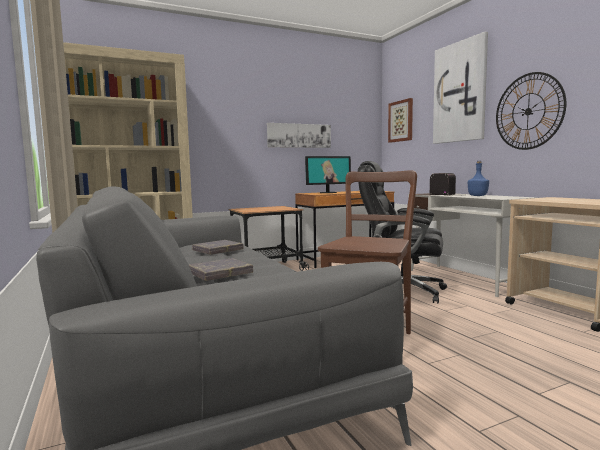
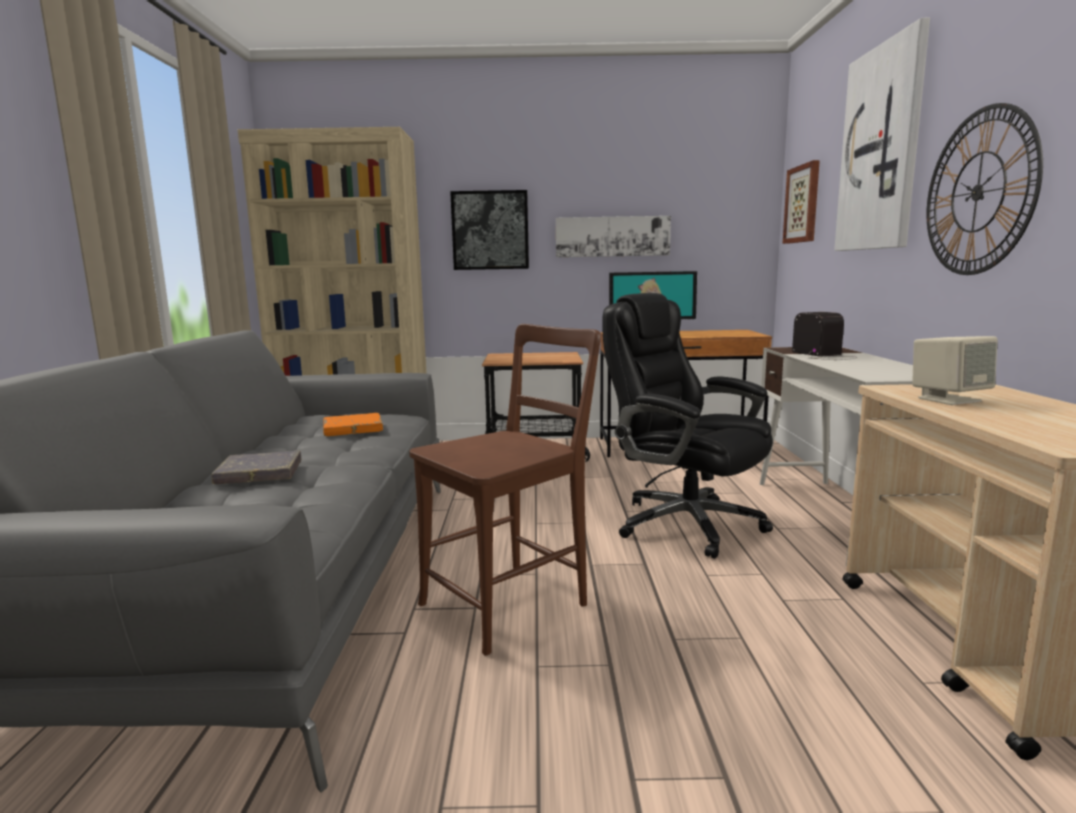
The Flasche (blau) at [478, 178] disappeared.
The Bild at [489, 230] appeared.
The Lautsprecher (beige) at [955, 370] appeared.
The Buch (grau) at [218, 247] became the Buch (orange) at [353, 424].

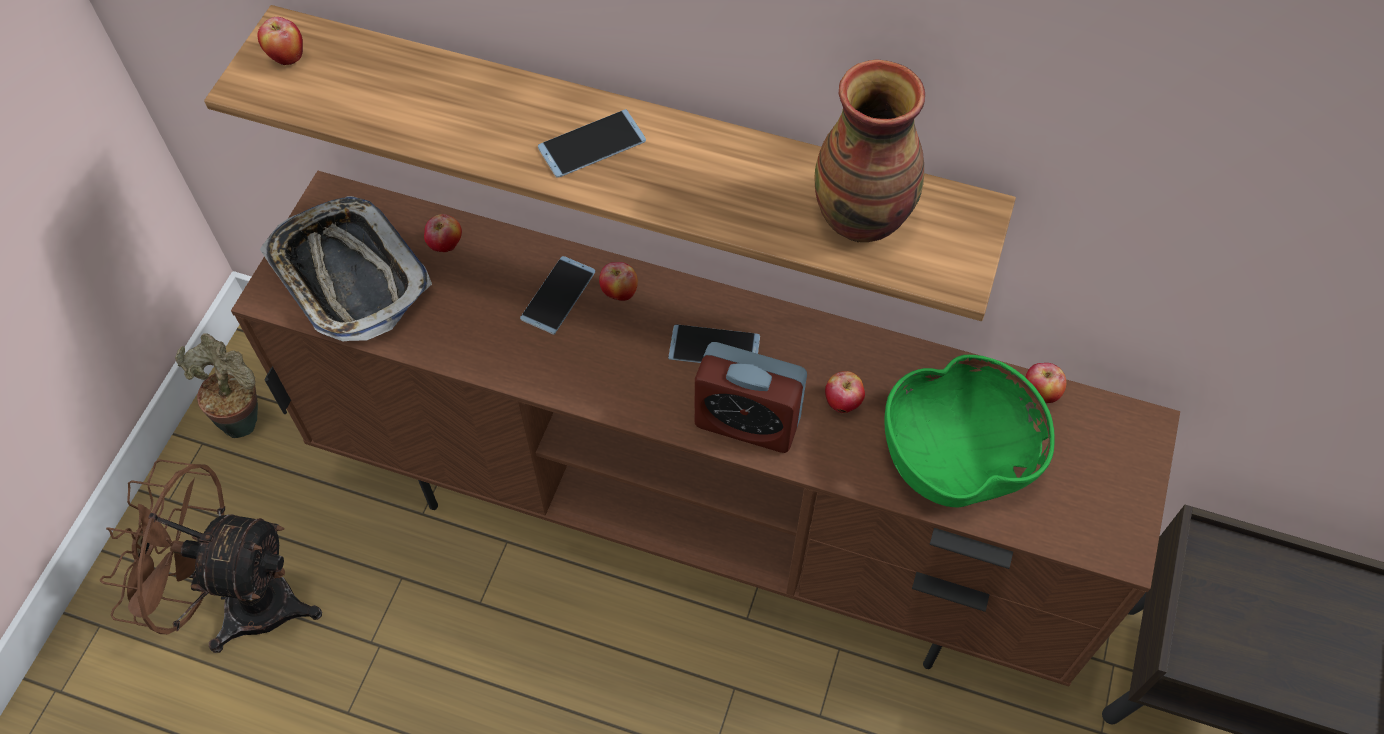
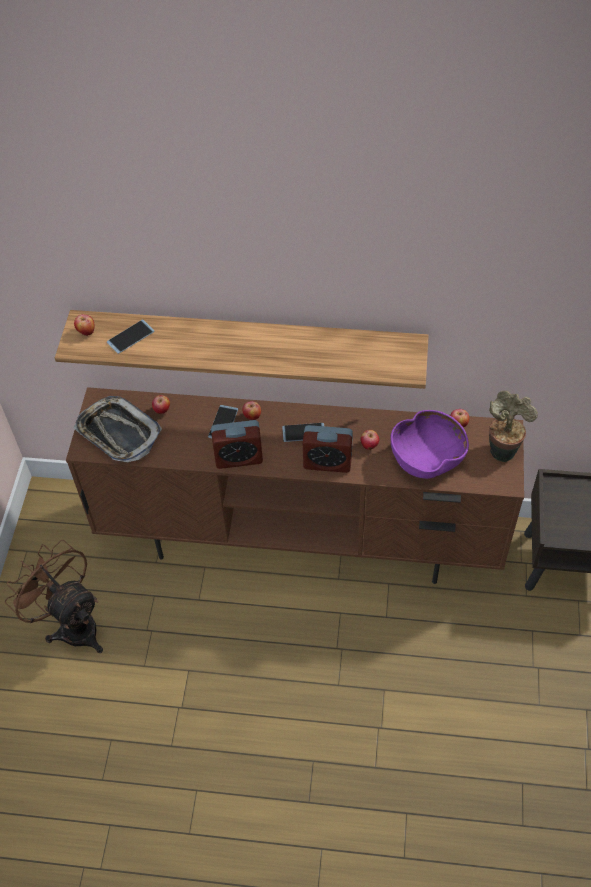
The Vase at [869, 150] disappeared.
The Wecker at [237, 444] appeared.
The Topfpflanze moved from [216, 385] to [513, 426].
The Handy moved from [592, 143] to [130, 336].
The Schüssel (grün) at [969, 431] became the Schüssel (lila) at [429, 444].
The Ventilator (braun) at [211, 556] turned 45 degrees clockwise.

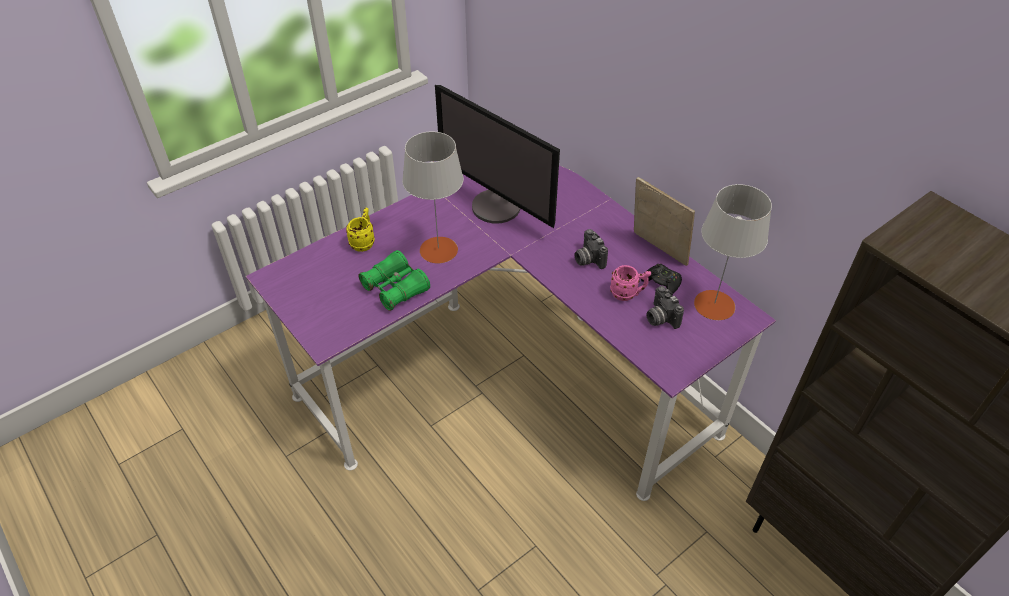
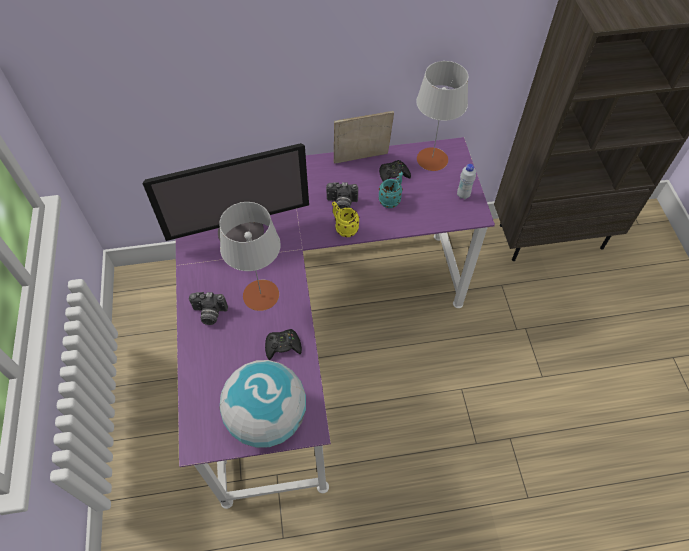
The Globus at [262, 404] appeared.
The Flasche (weiß) at [466, 182] appeared.
The Henkelbecher (gelb) moved from [360, 229] to [345, 219].
The Kamera moved from [665, 307] to [208, 308].
The Fernglas (grün) at [394, 280] was replaced by the Gamepad (schwarz) at [283, 344].
The Henkelbecher (rosa) at [630, 283] became the Henkelbecher (türkis) at [390, 190].

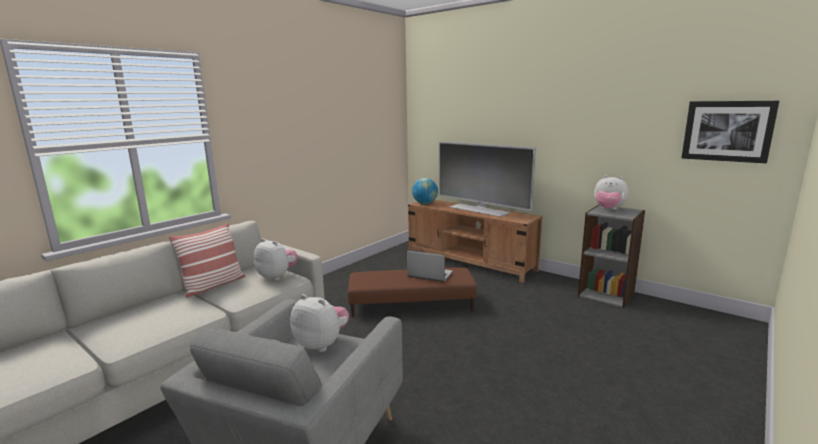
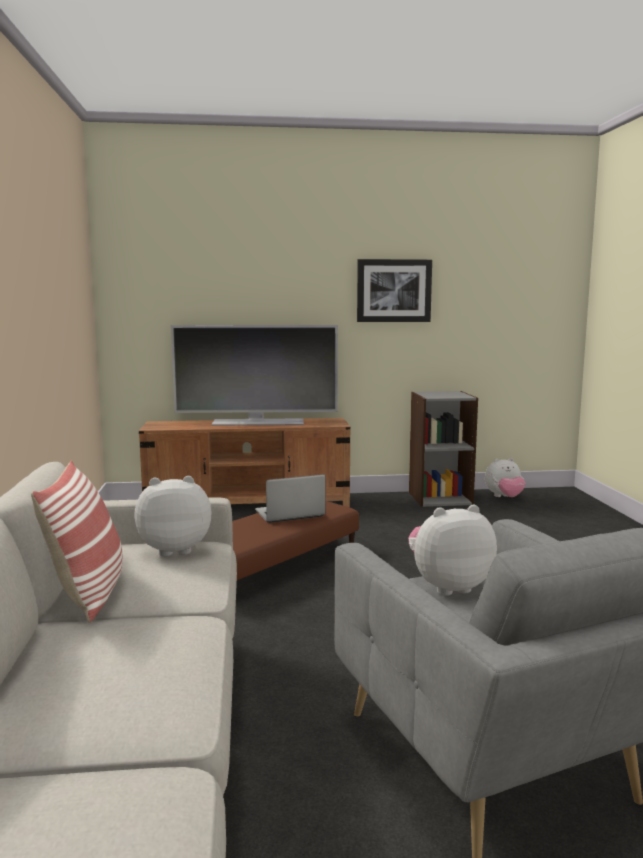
The Globus at [425, 191] disappeared.
The Plüschtier moved from [611, 192] to [505, 477].
The Bild moved from [730, 132] to [394, 290].

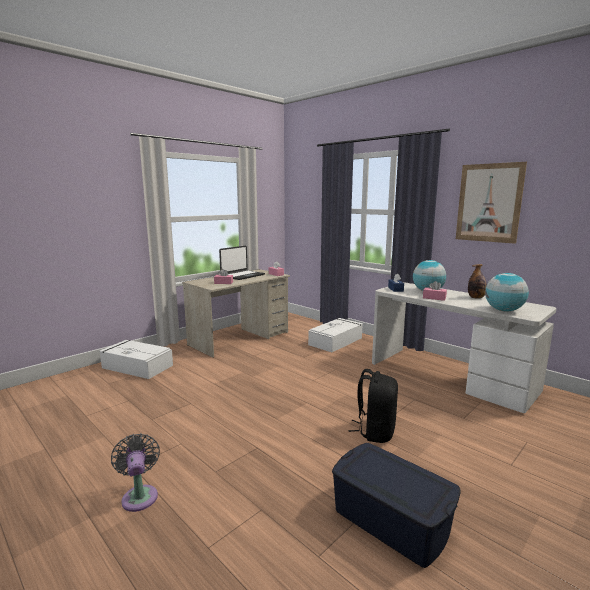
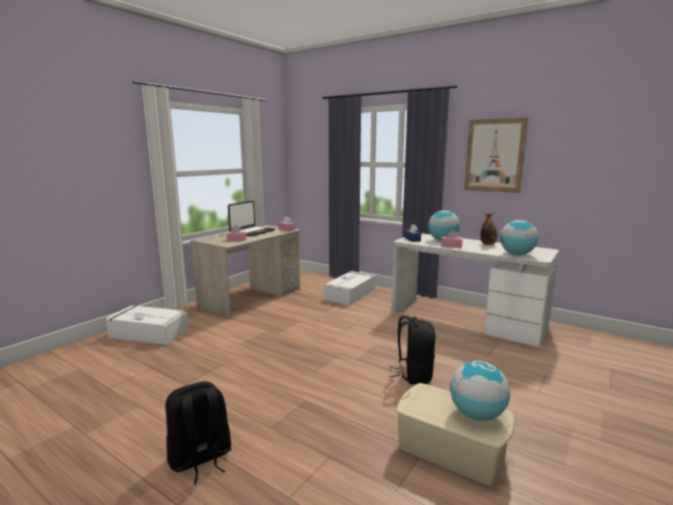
The Globus at [480, 390] appeared.
The Ventilator (grau) at [135, 472] was replaced by the Rucksack (schwarz) at [198, 433].
The Aufbewahrungsbox (blau) at [396, 505] became the Aufbewahrungsbox (beige) at [455, 434].

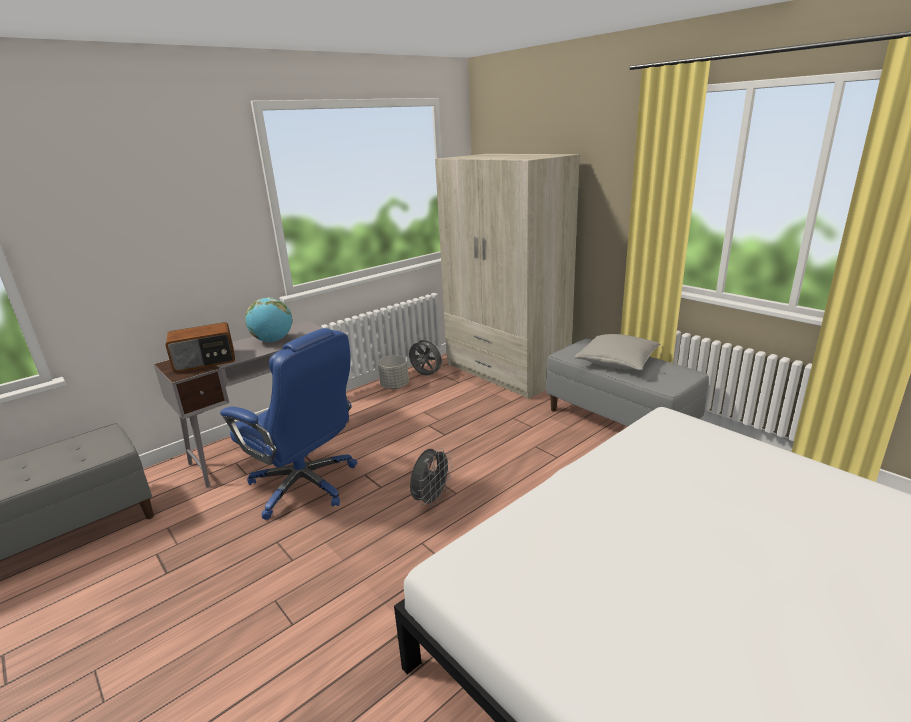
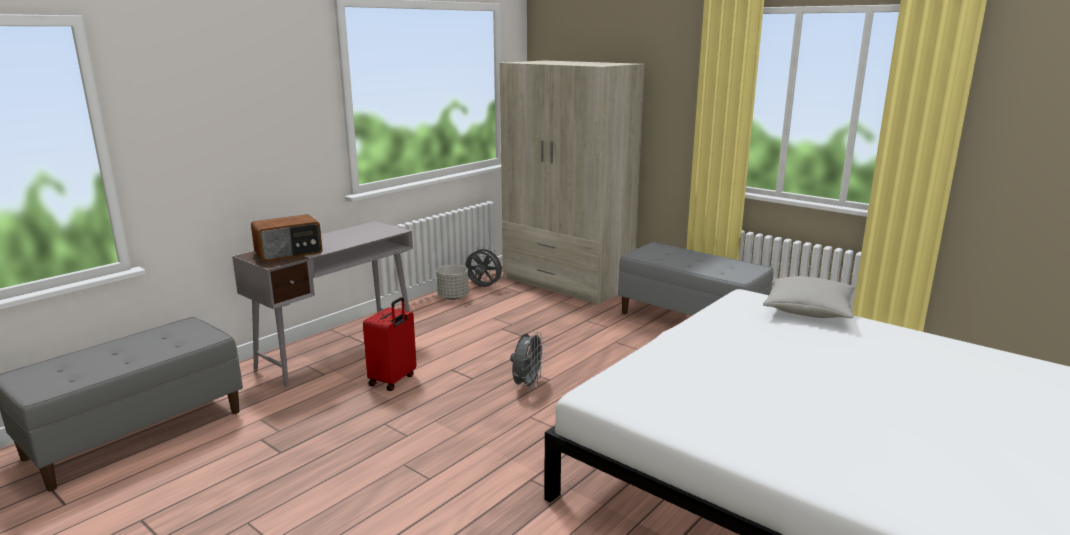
The Globus at [269, 319] disappeared.
The Kissen (grau) moved from [617, 352] to [809, 297].
The Bürostuhl (blau) at [288, 424] was replaced by the Koffer (rot) at [389, 344].

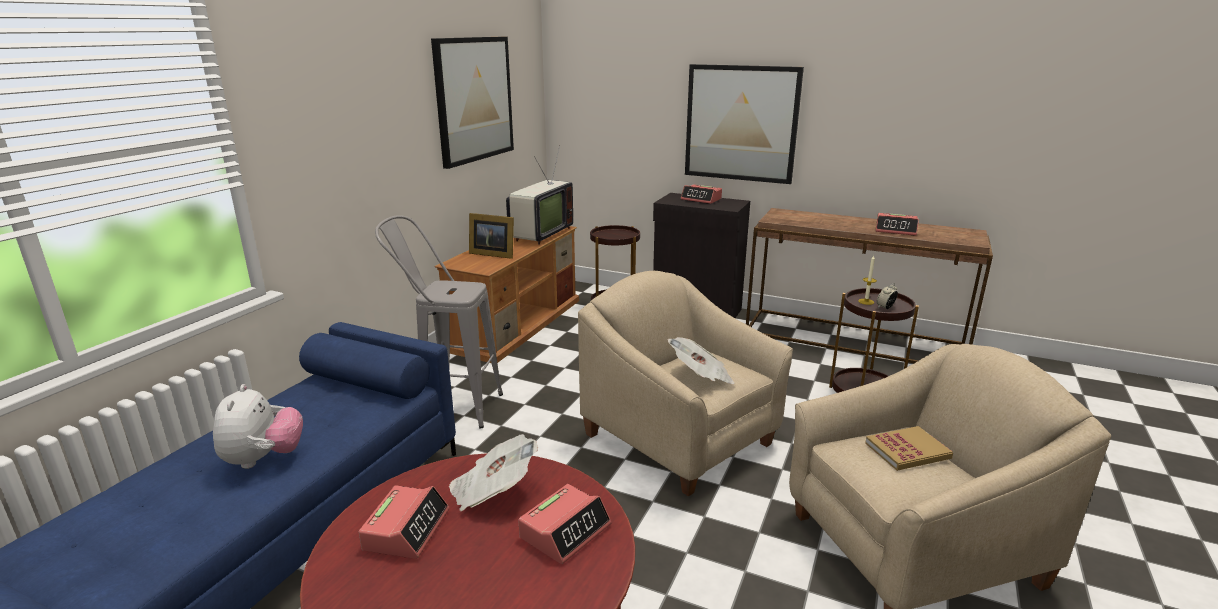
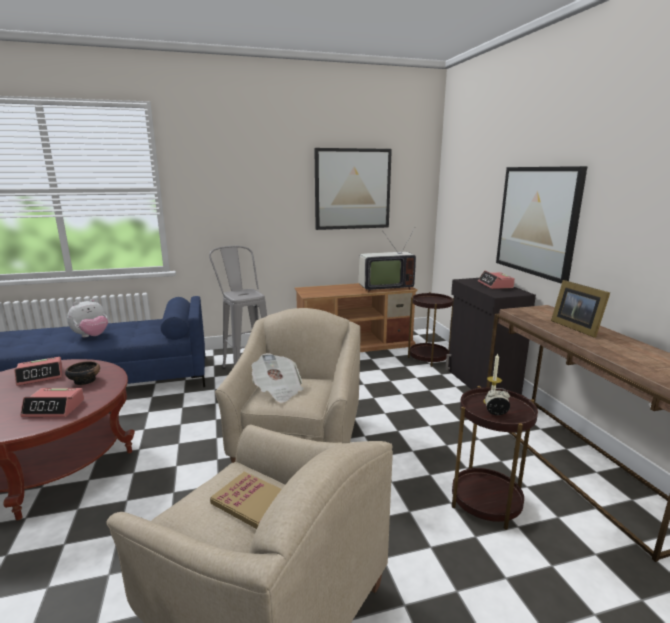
The Wecker at [897, 224] disappeared.
The Bilderrahmen moved from [491, 236] to [580, 309].
The Zeitung at [493, 472] was replaced by the Schüssel at [82, 373].

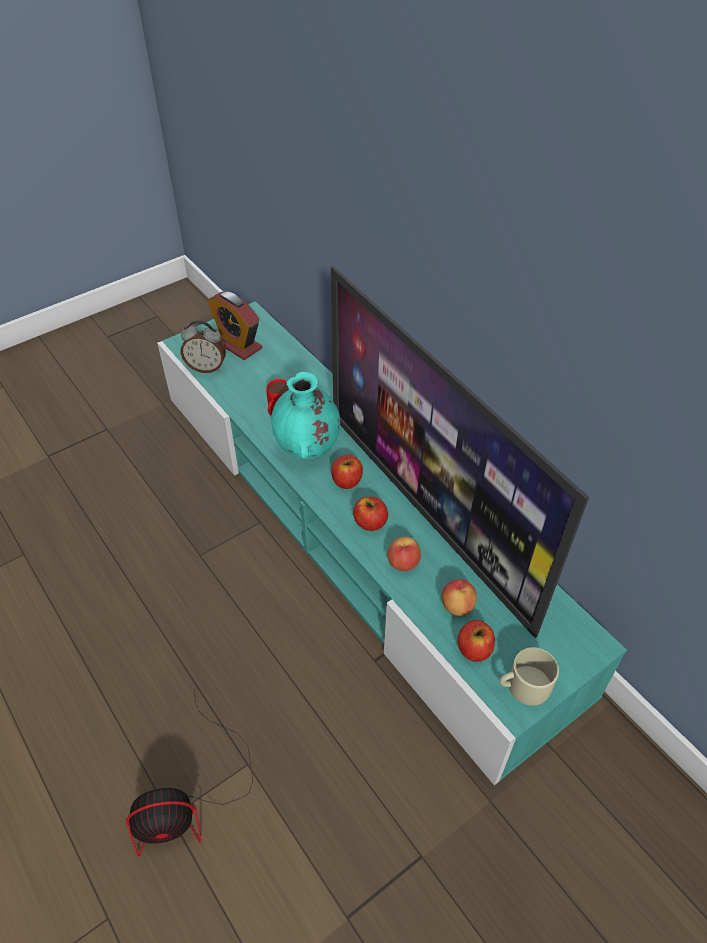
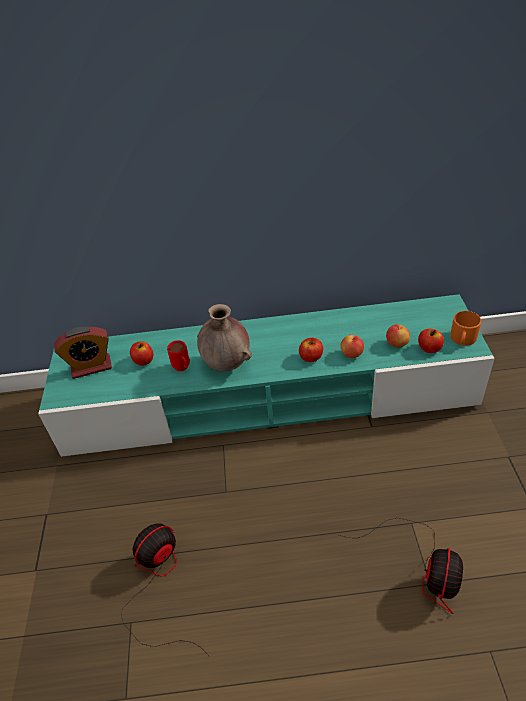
The Wecker at [203, 346] disappeared.
The Fernseher at [460, 452] disappeared.
The Ventilator at [165, 589] appeared.
The Apfel moved from [347, 472] to [141, 353].
The Vase (türkis) at [305, 415] became the Vase (braun) at [224, 337].
The Henkelbecher (beige) at [529, 676] became the Henkelbecher (orange) at [465, 328].

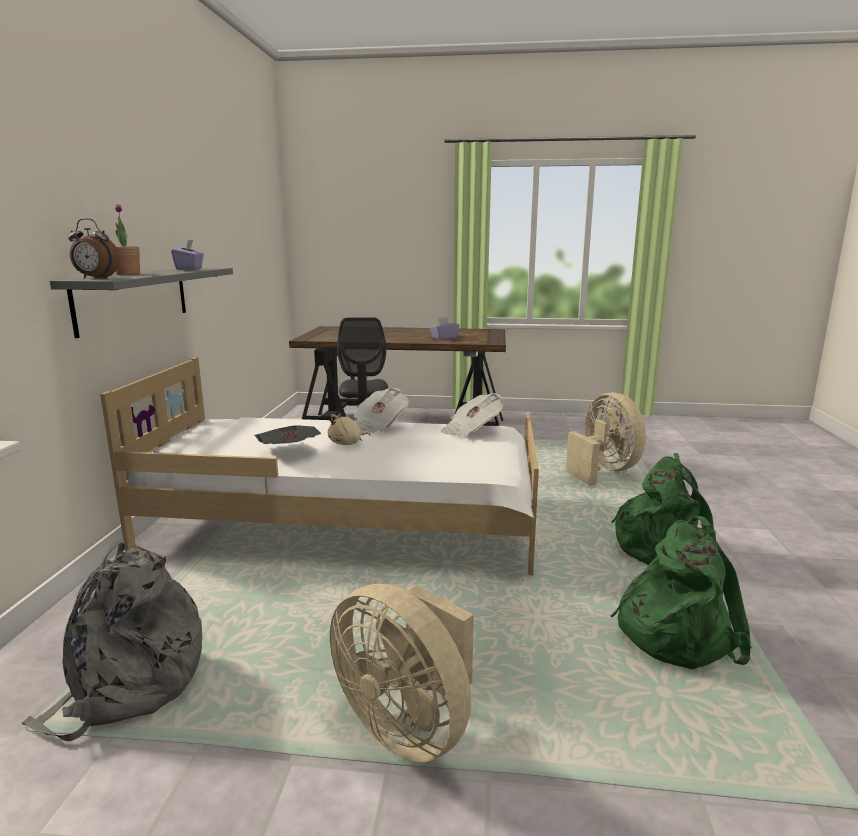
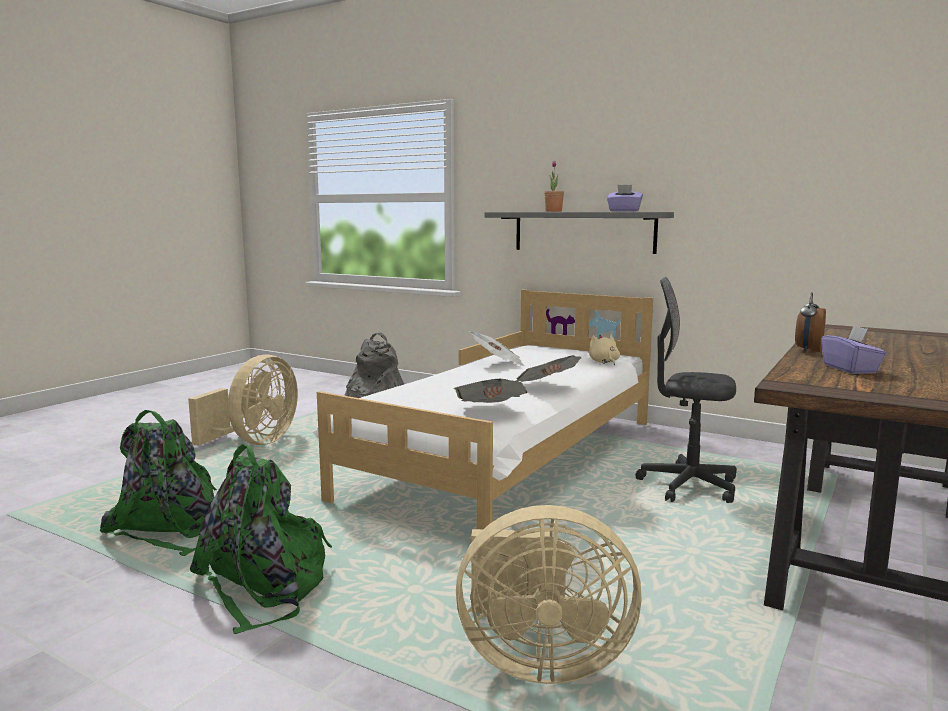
The Wecker moved from [93, 248] to [810, 322].
The Plüschtier (beige) moved from [349, 429] to [604, 349].
The Ventilator (beige) at [402, 673] turned 135 degrees clockwise.

